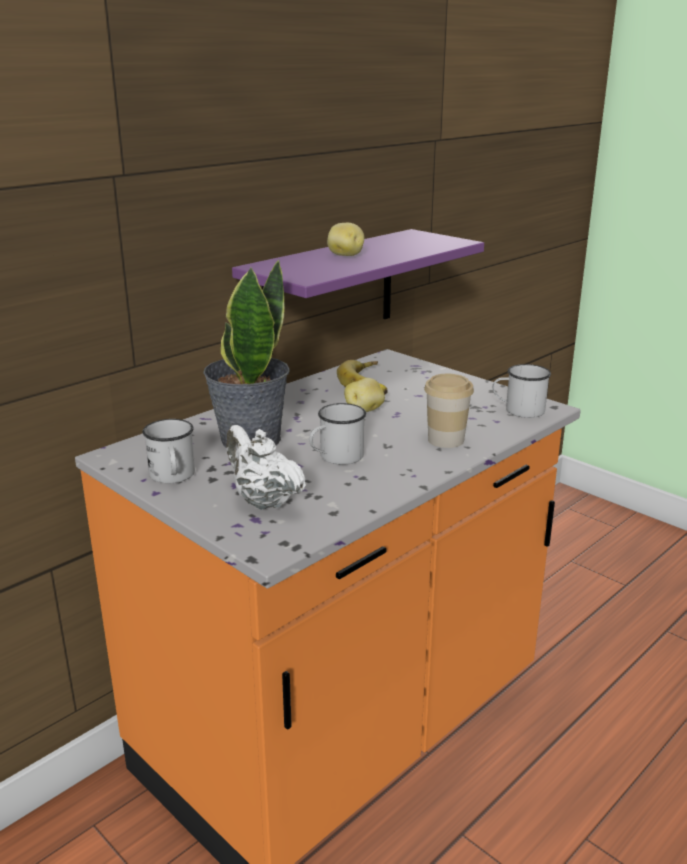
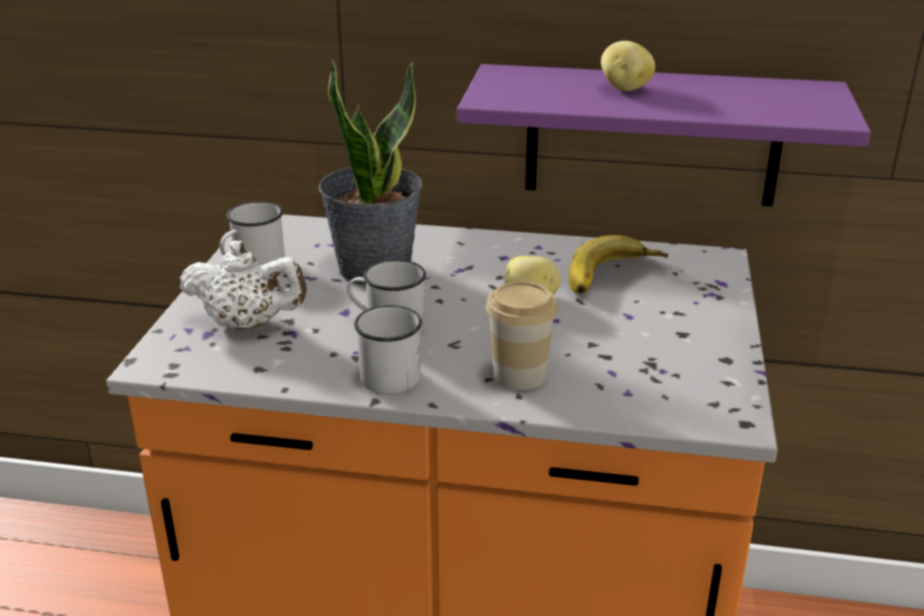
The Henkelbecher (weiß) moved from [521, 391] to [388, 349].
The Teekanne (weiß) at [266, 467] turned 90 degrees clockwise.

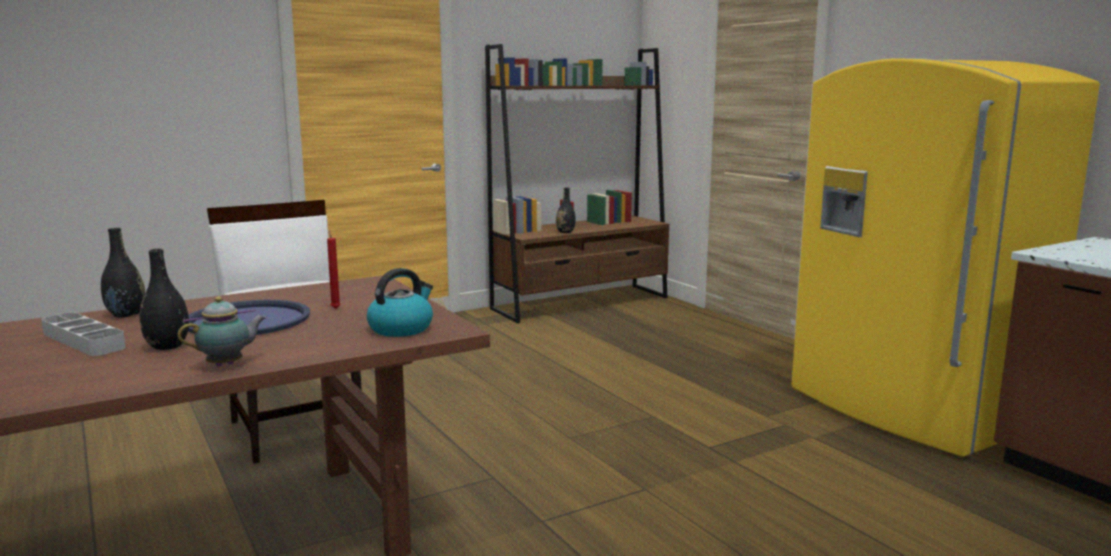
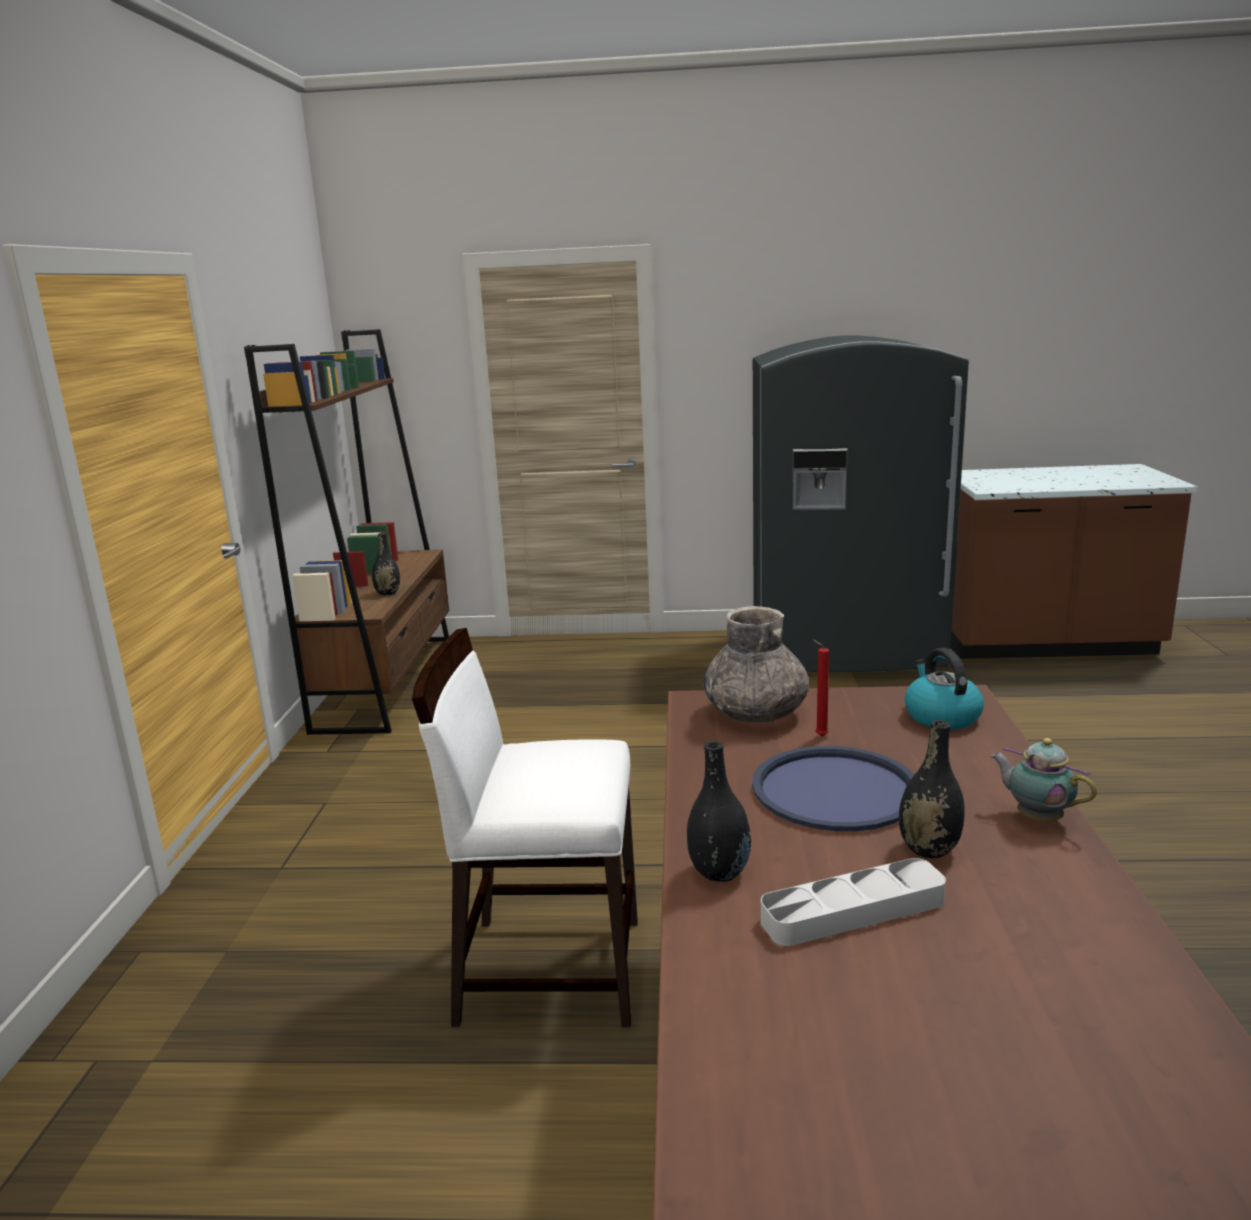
The Vase (grau) at [756, 664] appeared.
The Kühlschrank (gelb) at [945, 257] became the Kühlschrank (grau) at [861, 504].
The Teekanne at [221, 331] turned 45 degrees counterclockwise.

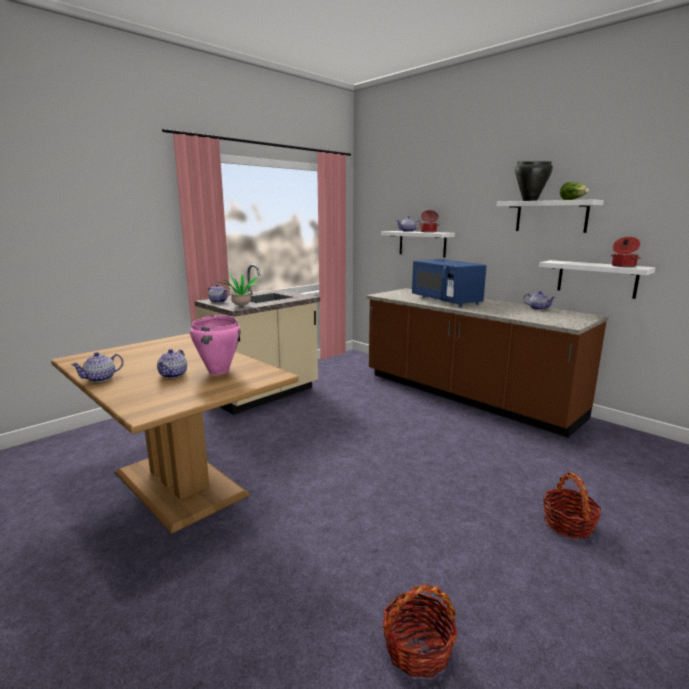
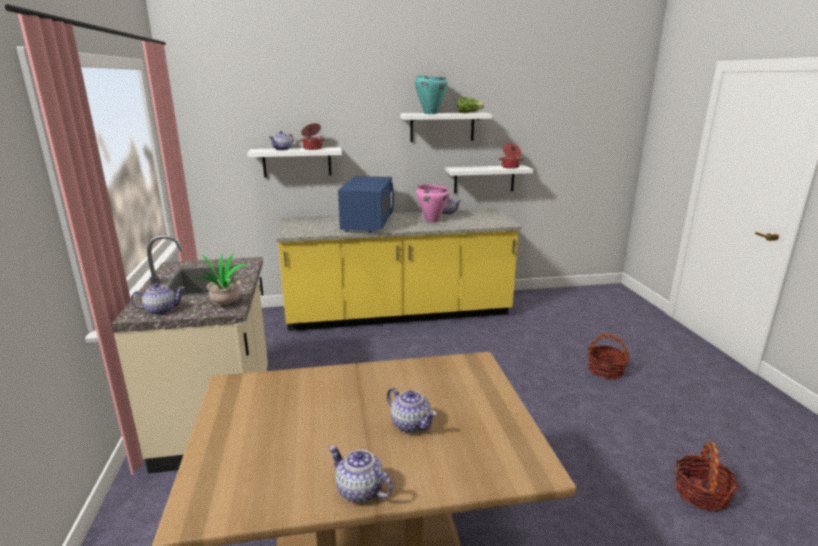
The Kochtopf (rosa) moved from [215, 345] to [433, 203].
The Küchenzeile (braun) at [488, 363] became the Küchenzeile (gelb) at [398, 270].
The Kochtopf (schwarz) at [534, 181] became the Kochtopf (türkis) at [431, 94].
The Teekanne at [97, 367] turned 135 degrees clockwise.
The Mikrowelle (blau) at [449, 283] turned 90 degrees counterclockwise.

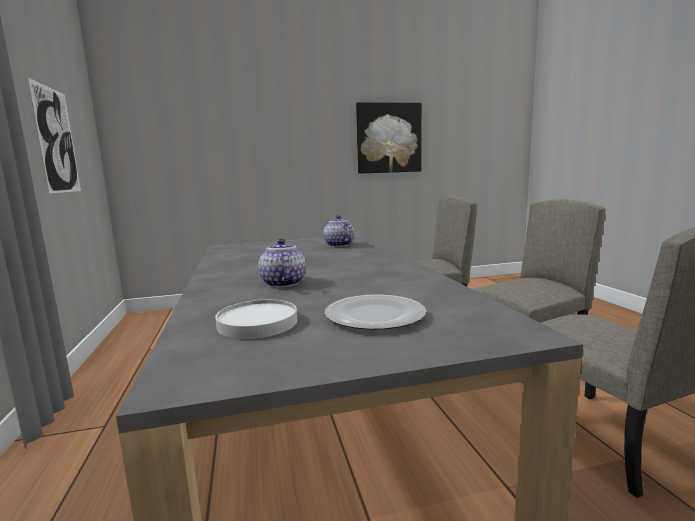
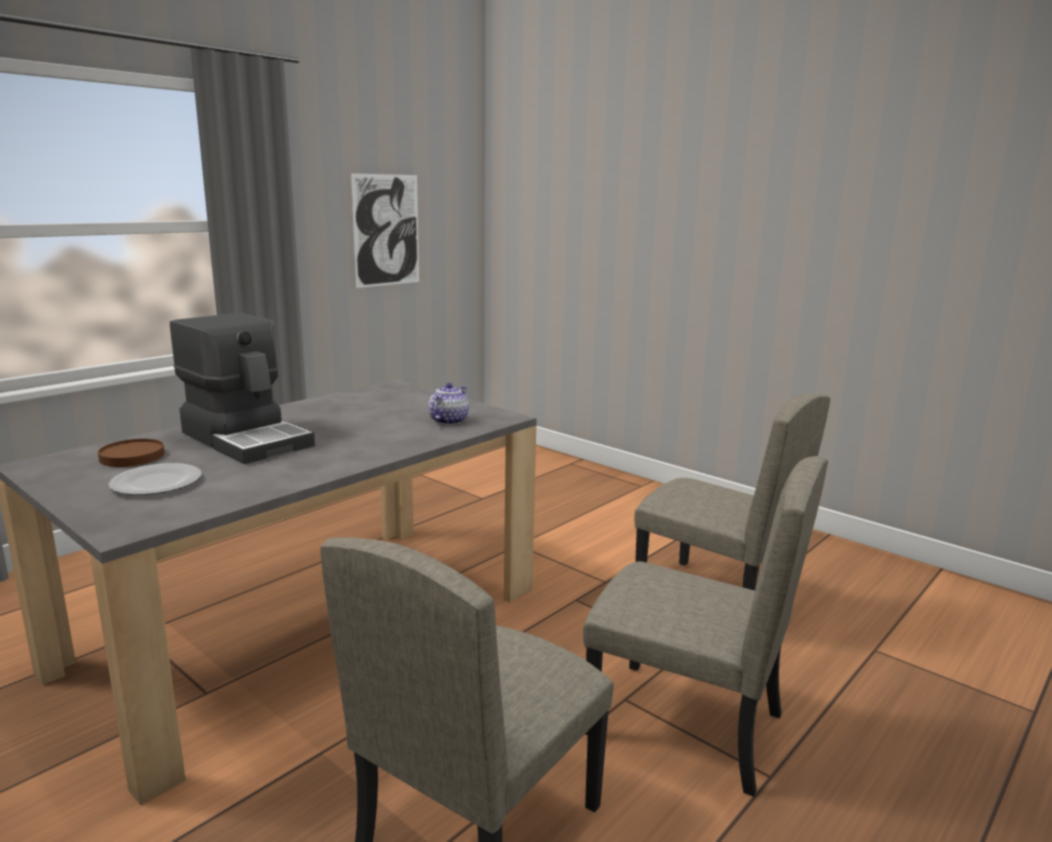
The Bild at [389, 138] disappeared.
The Teekanne at [282, 263] was replaced by the Kaffeemaschine at [242, 388].
The Teller (weiß) at [256, 319] became the Teller (braun) at [131, 453].

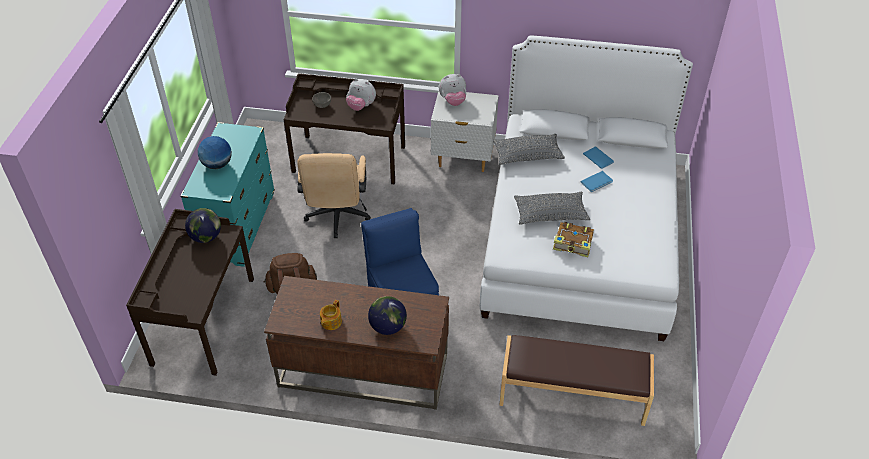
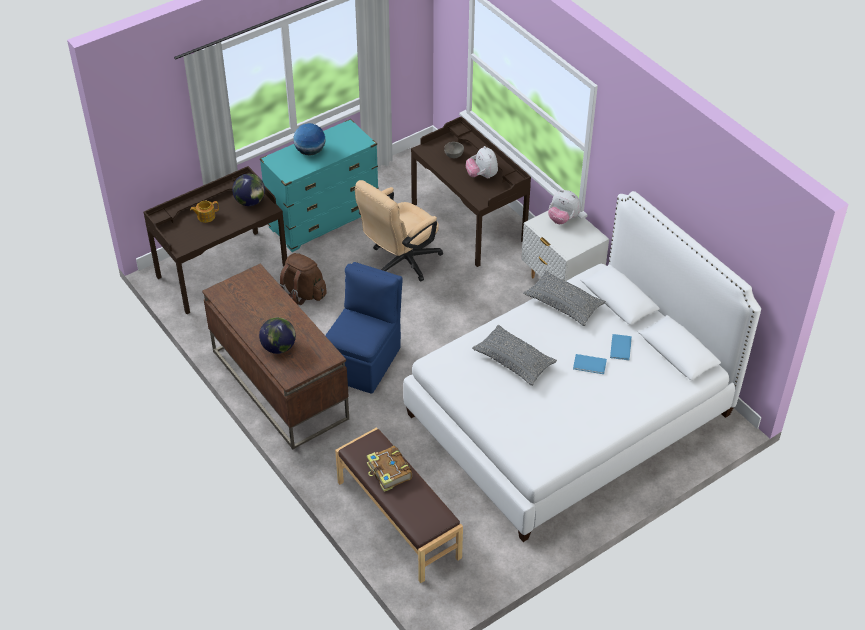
The Teekanne moved from [331, 315] to [204, 212].
The Buch moved from [573, 239] to [389, 469].

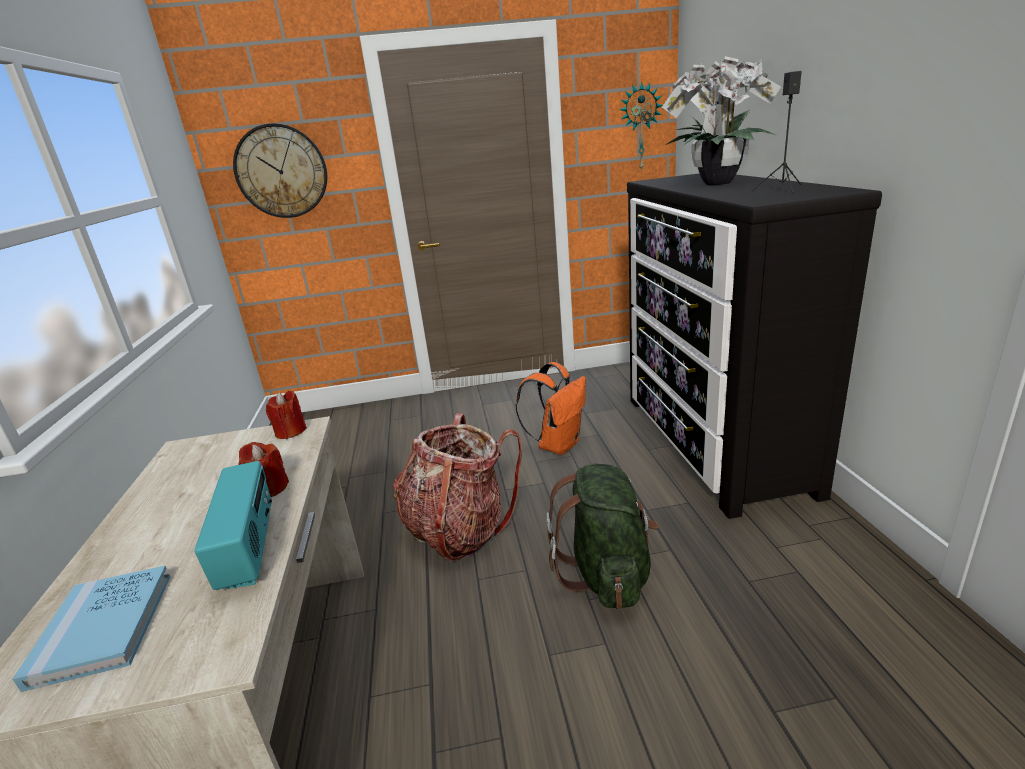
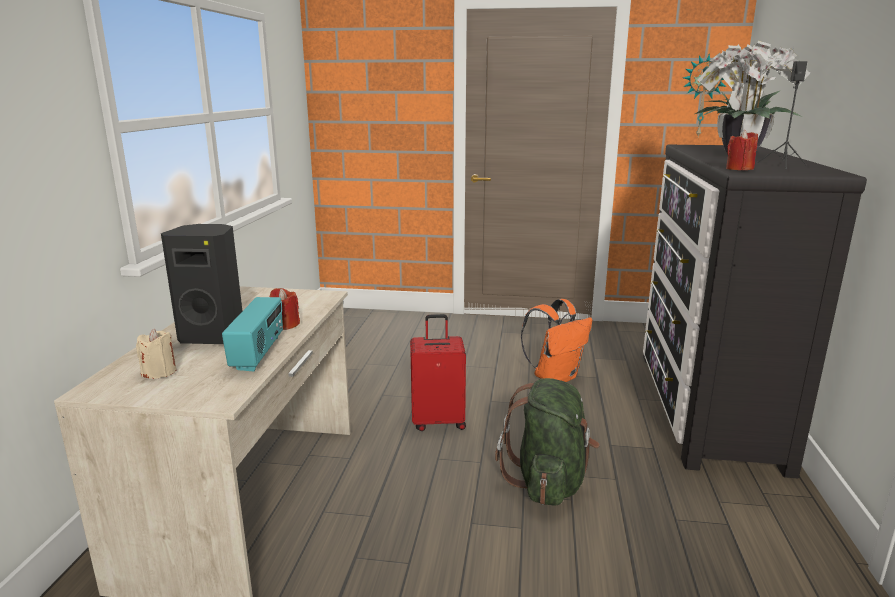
The Wanduhr at [280, 171] disappeared.
The Lautsprecher (schwarz) at [201, 284] appeared.
The Kerze (rot) moved from [286, 415] to [742, 150].
The Buch (blau) at [91, 629] was replaced by the Kerze (beige) at [156, 354].
The Rucksack at [457, 487] was replaced by the Koffer (rot) at [438, 372].

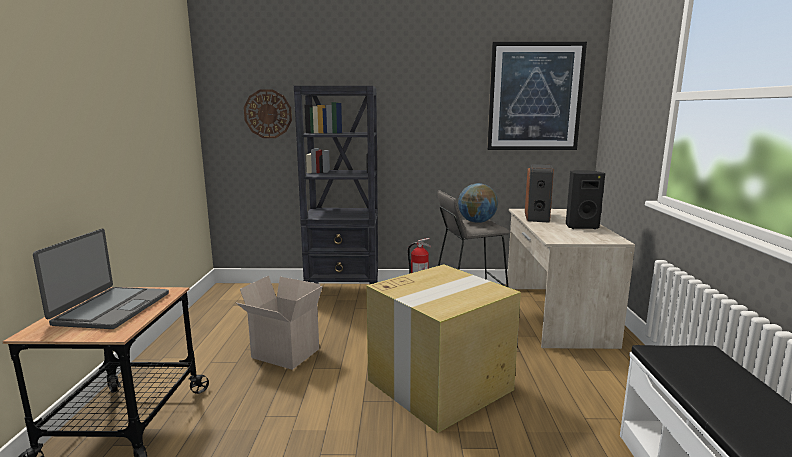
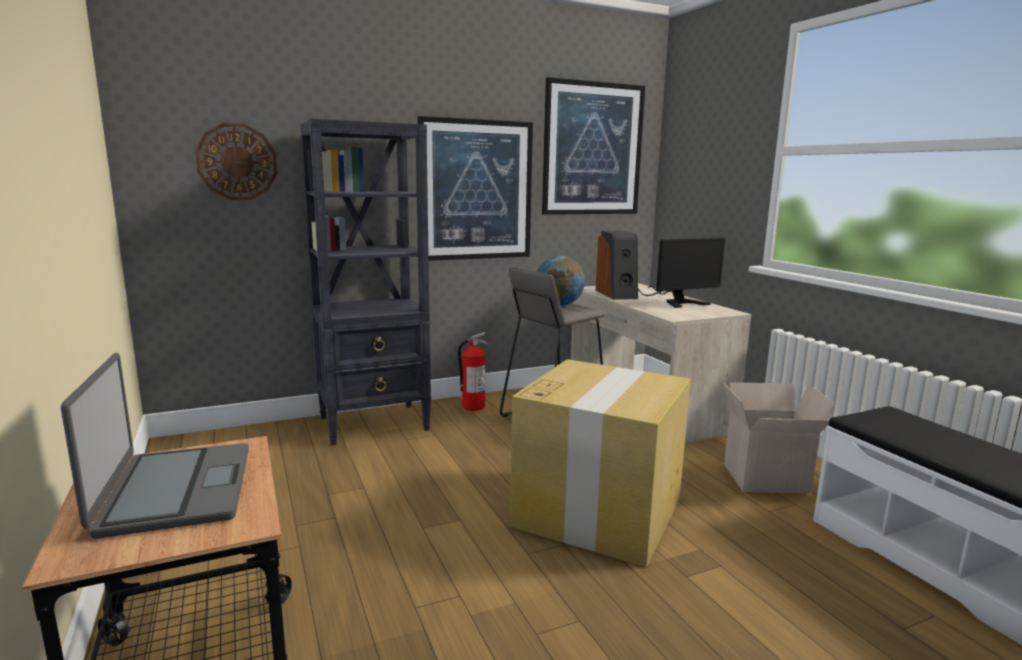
The Bild at [475, 188] appeared.
The Karton moved from [279, 323] to [779, 438].
The Lautsprecher (schwarz) at [585, 199] was replaced by the Monitor at [681, 273].

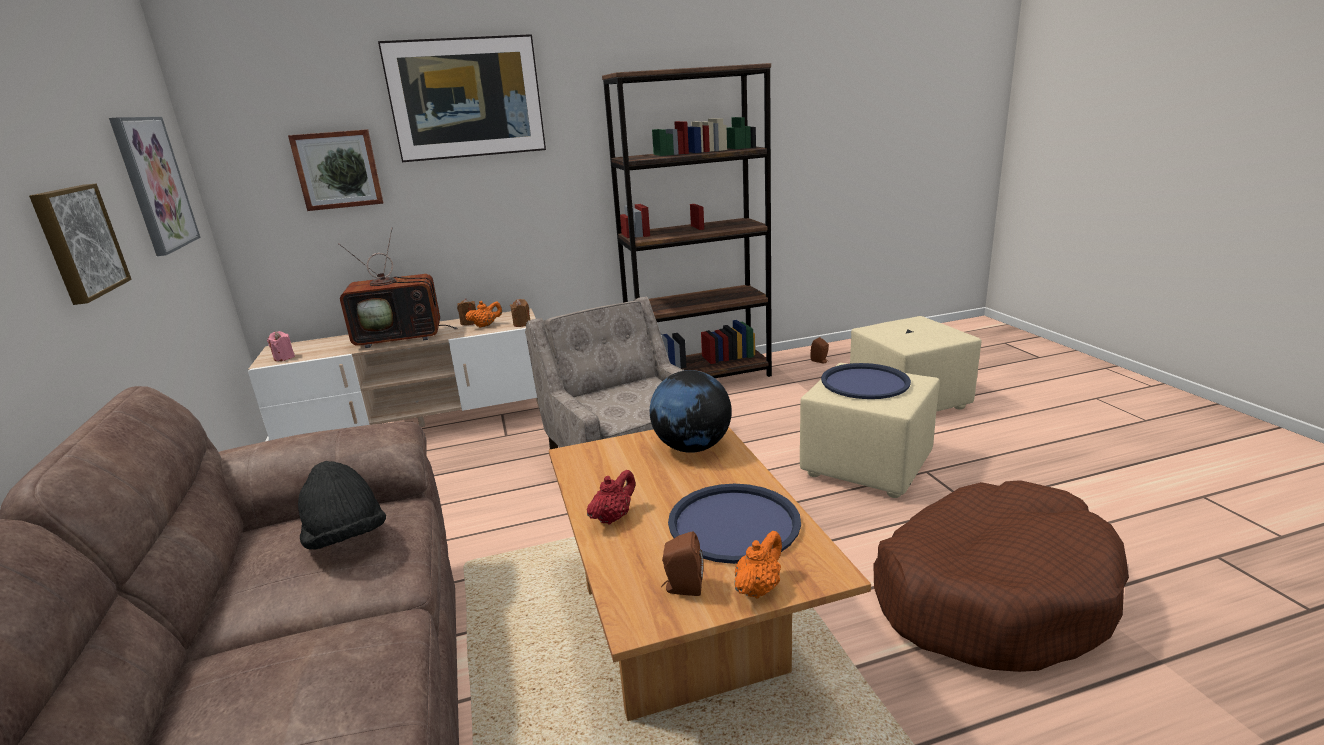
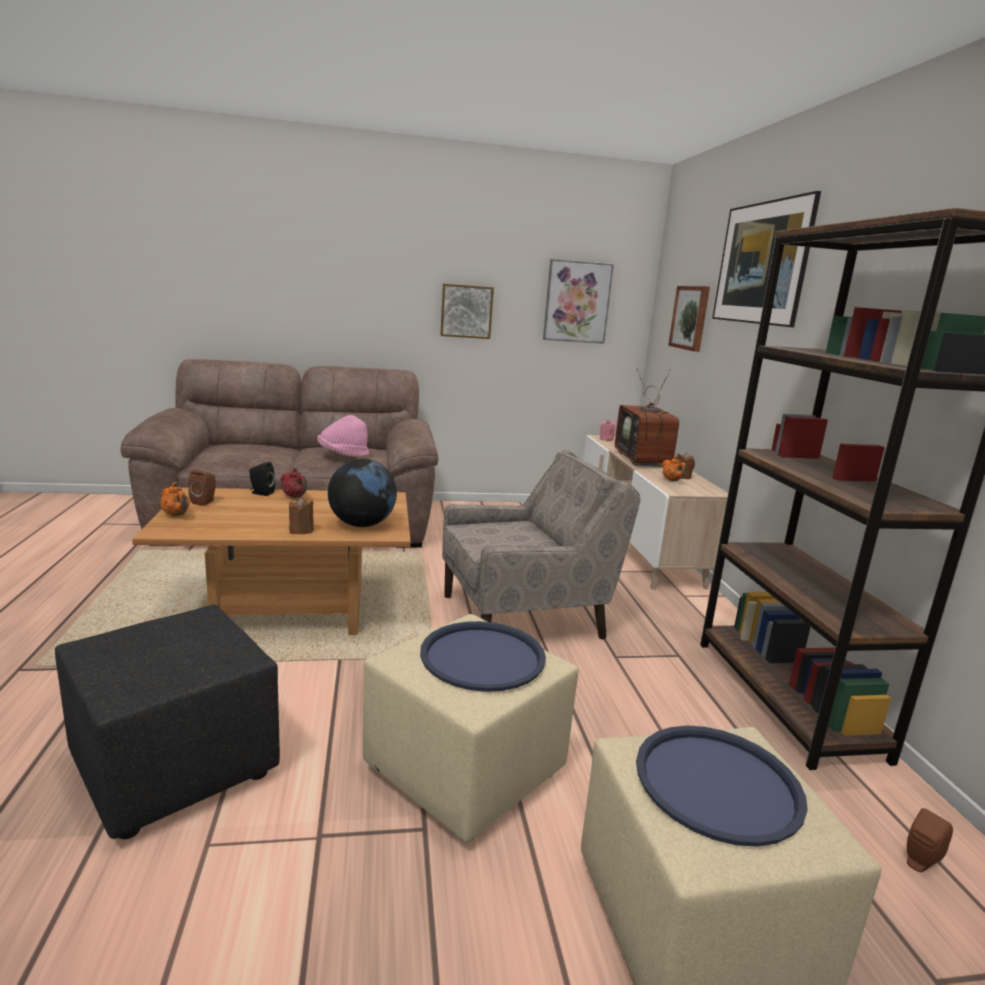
The Lautsprecher (schwarz) at [262, 479] appeared.
The Kerze (braun) moved from [520, 313] to [301, 515].
The Tablett (blau) moved from [734, 524] to [722, 786].
The Hundebett (braun) at [1001, 576] was replaced by the Polsterhocker (schwarz) at [167, 721].
The Hut (schwarz) at [342, 505] became the Hut (rosa) at [343, 436].

